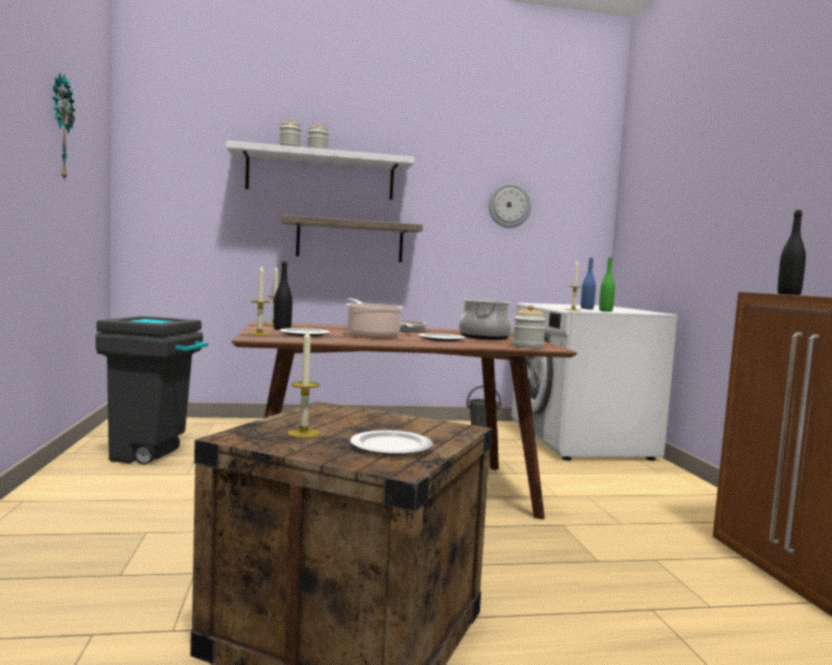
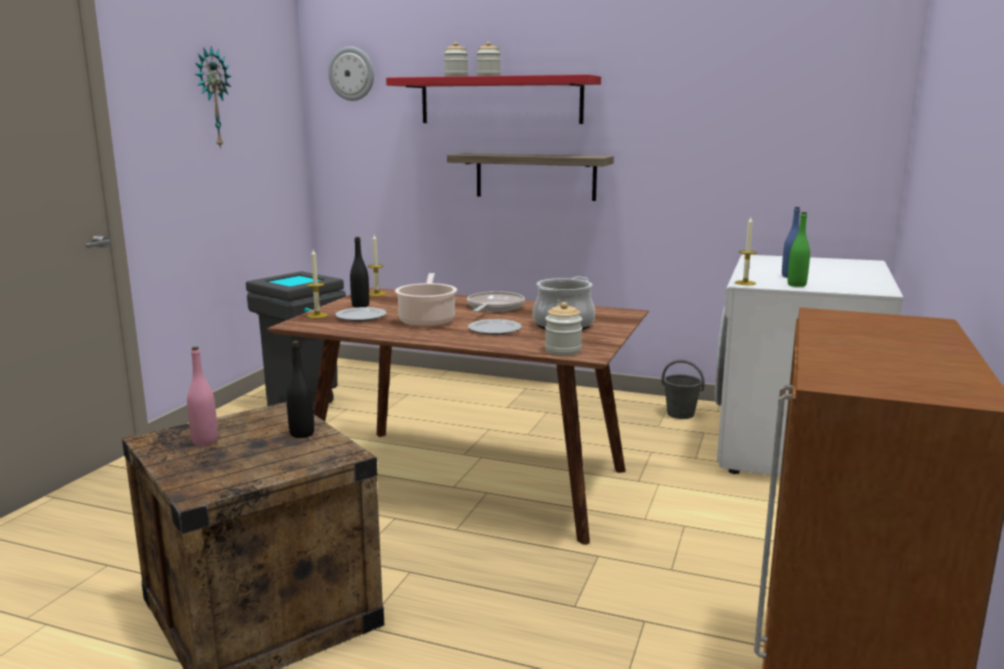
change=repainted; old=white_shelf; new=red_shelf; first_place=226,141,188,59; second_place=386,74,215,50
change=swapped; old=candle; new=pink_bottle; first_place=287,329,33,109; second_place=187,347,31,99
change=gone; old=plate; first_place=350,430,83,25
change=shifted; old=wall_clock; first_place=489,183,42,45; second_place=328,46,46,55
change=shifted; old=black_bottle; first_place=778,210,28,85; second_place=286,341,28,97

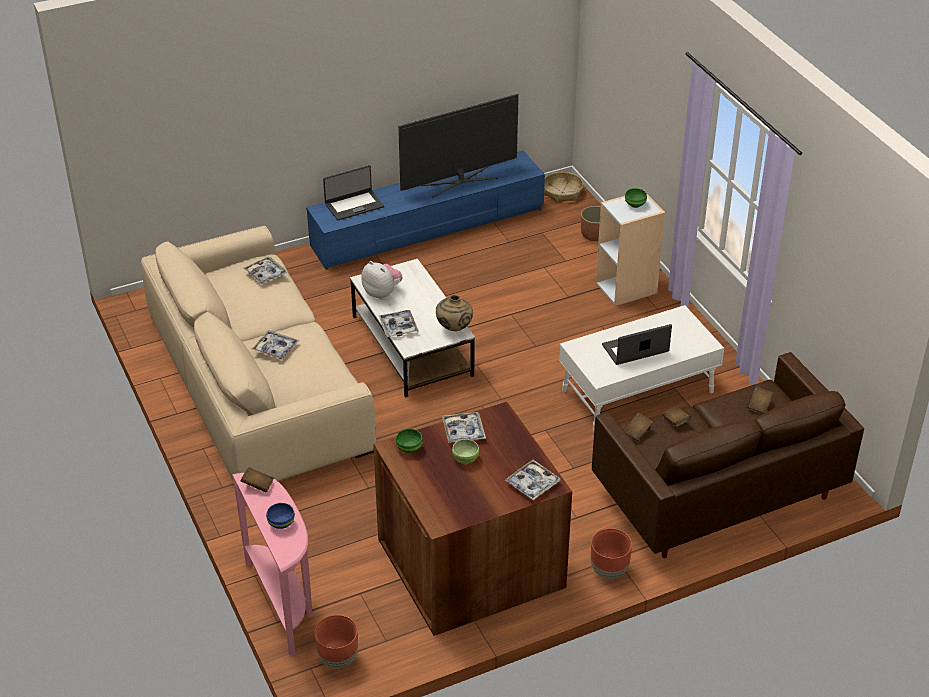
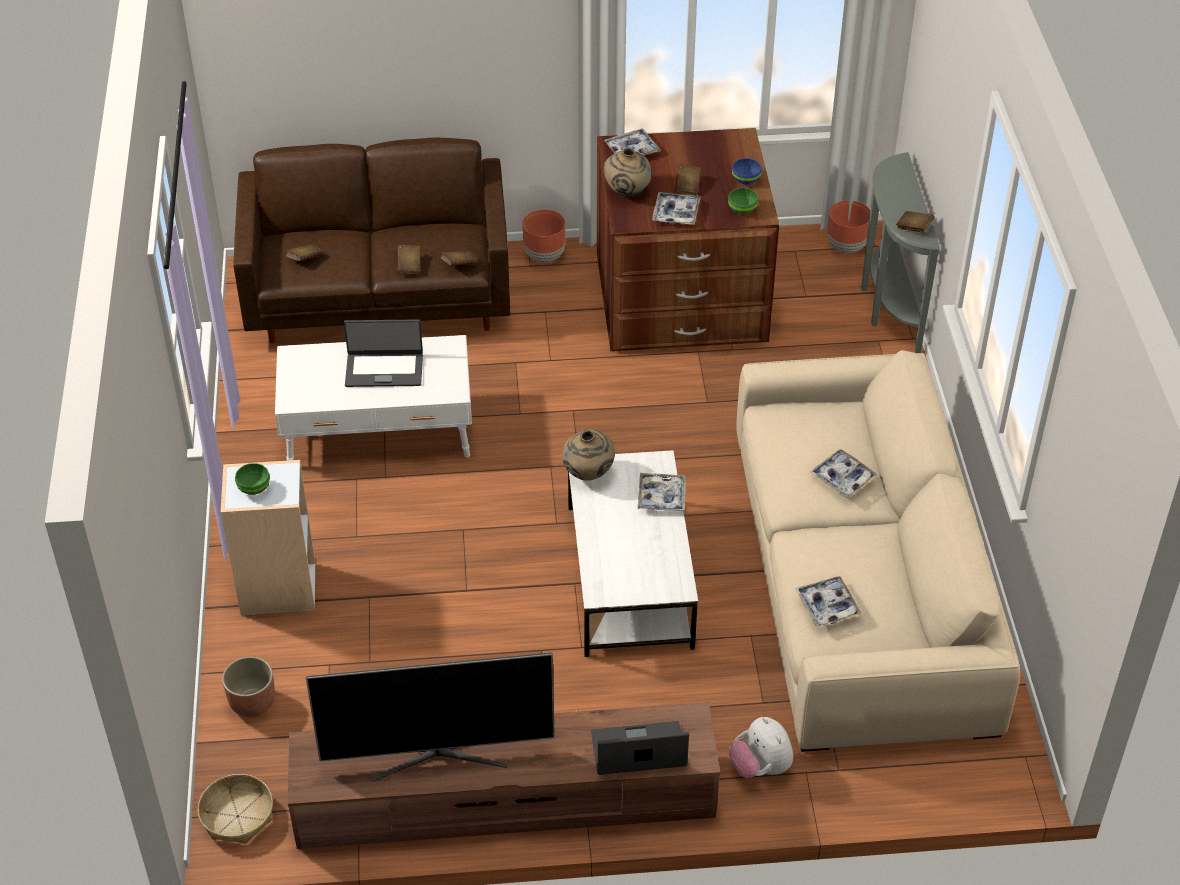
change=repainted; old=pink_console_table; new=grey_console_table; first_place=232,473,81,183; second_place=861,152,79,201
change=shifted; old=blue_bowl; first_place=266,503,29,26; second_place=732,158,30,27
change=repainted; old=blue_tv_stand; new=brown_tv_stand; first_place=306,150,239,120; second_place=288,703,432,146
change=shifted; old=plush_toy; first_place=361,261,41,39; second_place=729,717,64,61
change=swapped; old=green_bowl; new=brown_book; first_place=452,439,27,25; second_place=675,164,26,31
change=new; new=beige_vase; second_place=604,148,48,48

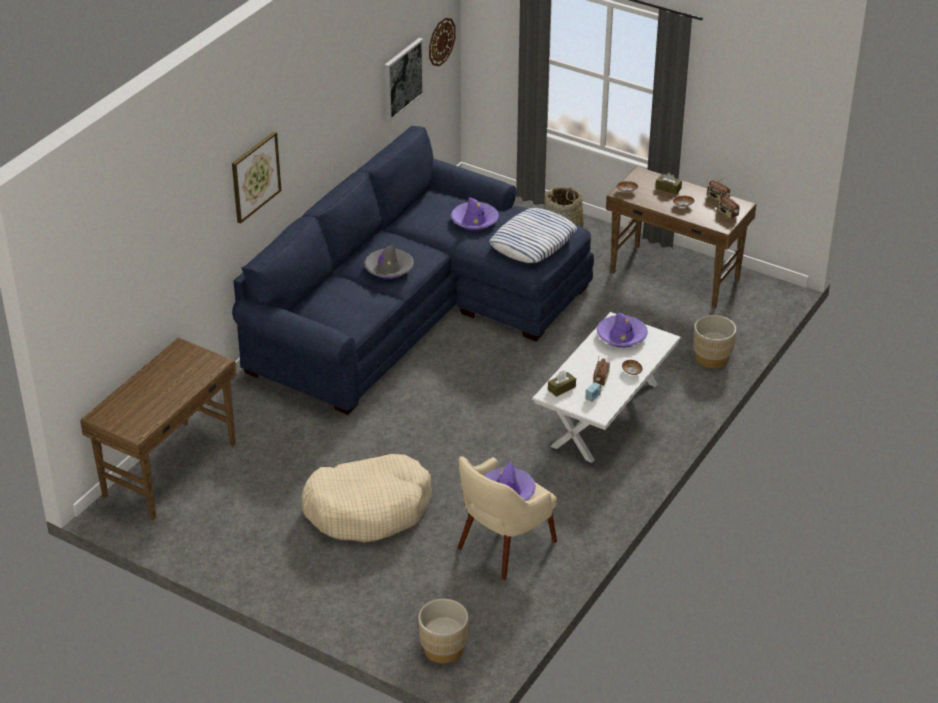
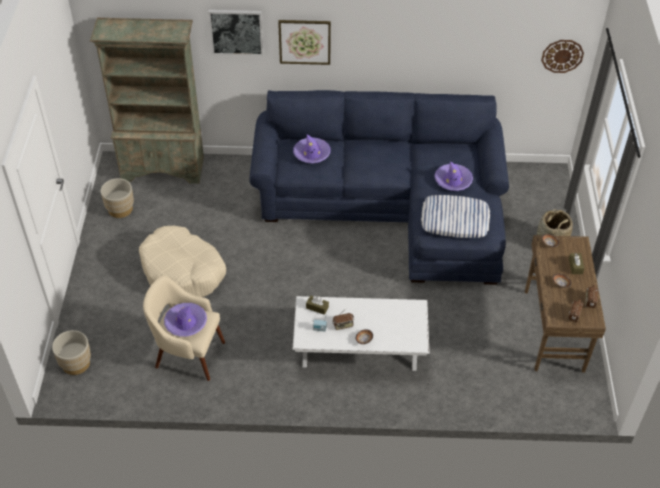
change=swapped; old=brown_console_table; new=green_bookcase; first_place=80,338,157,182; second_place=90,18,114,166
change=gone; old=grey_hat; first_place=364,245,50,34
change=shifted; old=picture; first_place=385,38,39,83; second_place=208,10,56,46
change=shifted; old=purple_hat; first_place=597,312,51,36; second_place=293,134,38,29
change=shifted; old=beige_planter; first_place=693,315,43,53; second_place=101,178,33,40

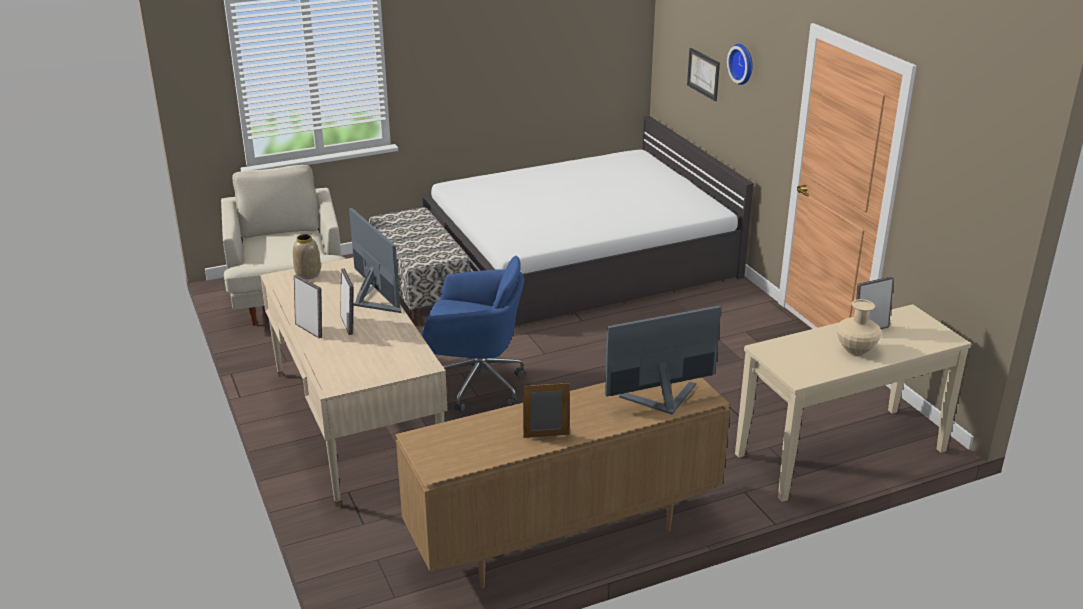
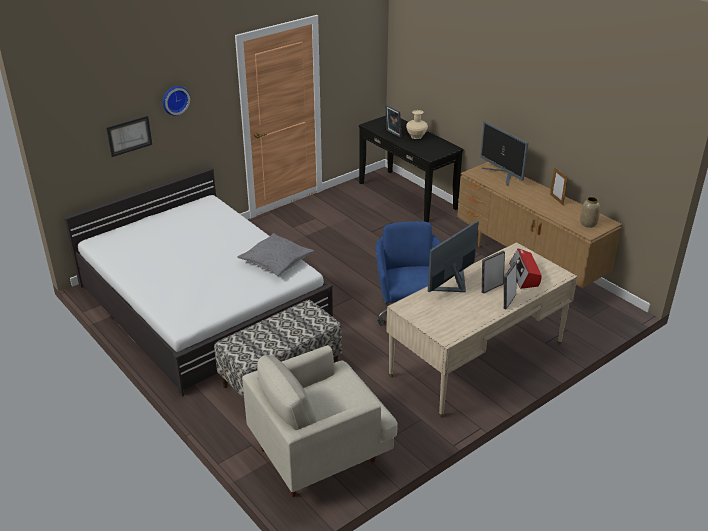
change=shifted; old=vase; first_place=293,234,28,45; second_place=580,197,20,31
change=repainted; old=beige_console_table; new=black_console_table; first_place=735,304,236,198; second_place=359,116,104,106
change=new; new=grey_pillow; second_place=237,233,77,43
change=new; new=radio; second_place=509,249,33,40

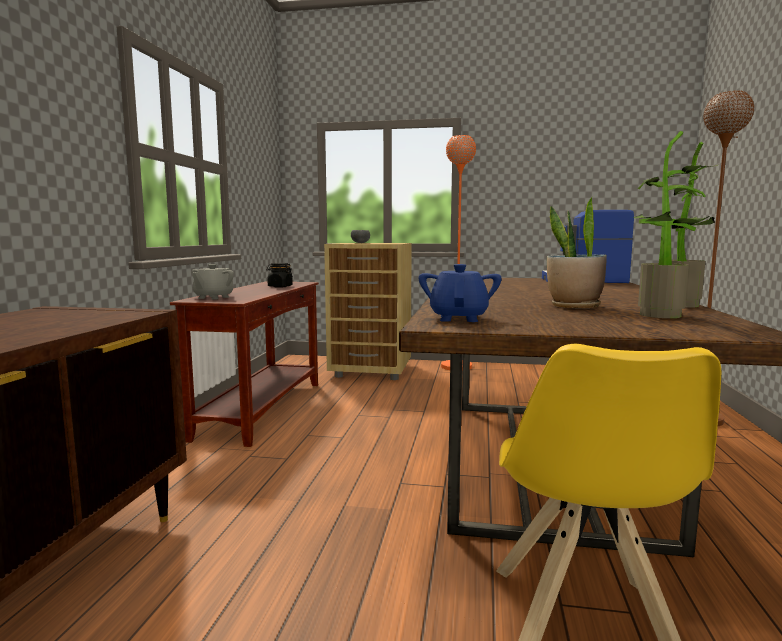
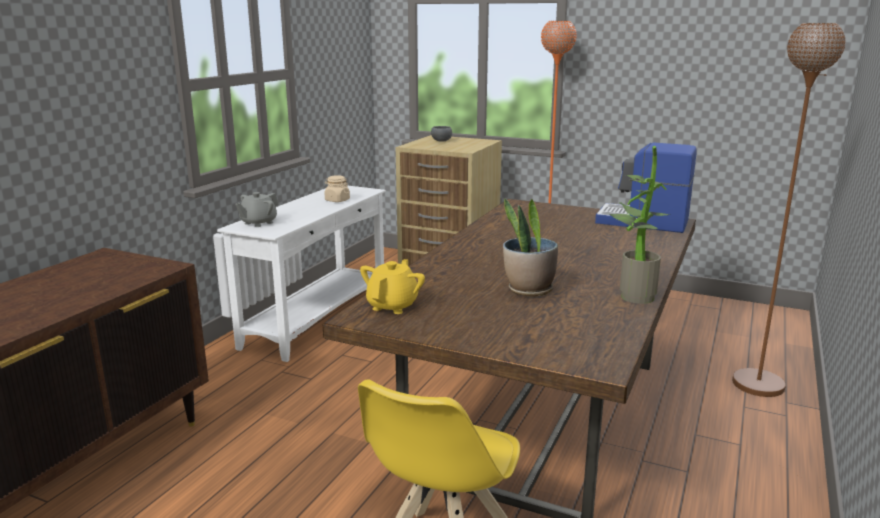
change=repainted; old=brown_console_table; new=white_console_table; first_place=170,281,149,166; second_place=217,186,169,176
change=repainted; old=black_jar; new=beige_jar; first_place=267,263,26,25; second_place=324,175,26,27
change=repainted; old=blue_teapot; new=yellow_teapot; first_place=419,264,83,58; second_place=360,259,65,55
change=gone; old=potted_plant; first_place=634,131,85,187

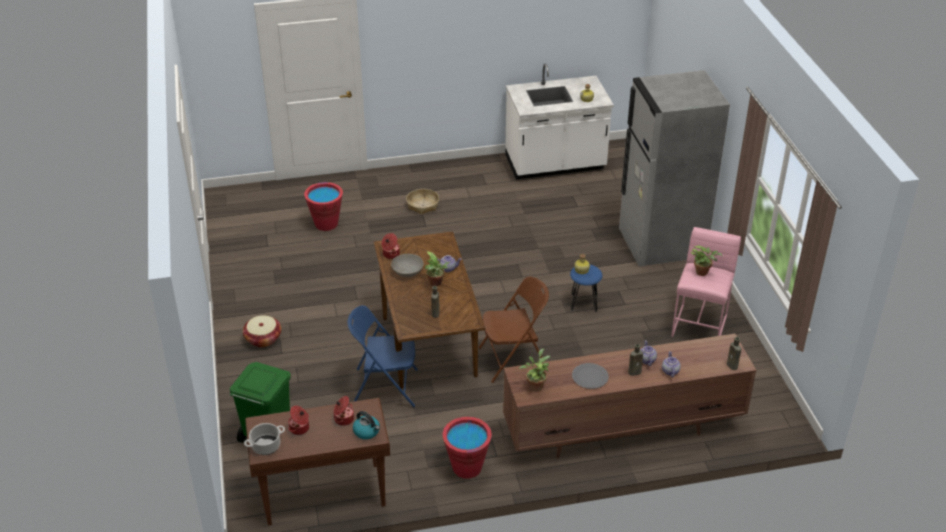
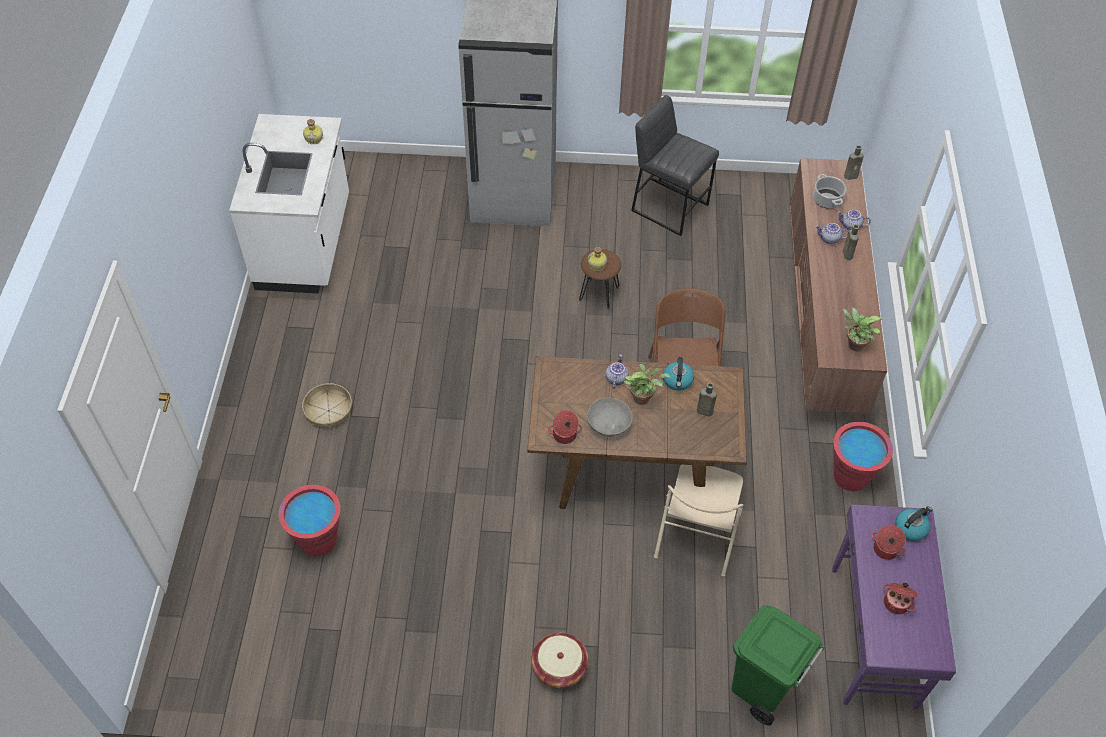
change=shifted; old=cooking_pot; first_place=244,423,41,32; second_place=813,174,34,35
change=repainted; old=brown_console_table; new=purple_console_table; first_place=245,398,145,128; second_place=832,504,124,205
change=repainted; old=blue_chair; new=beige_chair; first_place=347,305,71,102; second_place=654,465,90,112
change=repainted; old=blue_stool; new=brown_stool; first_place=570,264,33,48; second_place=579,249,42,61
change=gone; old=grey_plate; first_place=572,363,37,26
change=repainted; old=pink_stool; new=grey_stool; first_place=671,227,70,110; second_place=631,95,88,141
change=gone; old=potted_plant; first_place=691,245,31,31
change=new; new=kettle; second_place=663,357,31,34

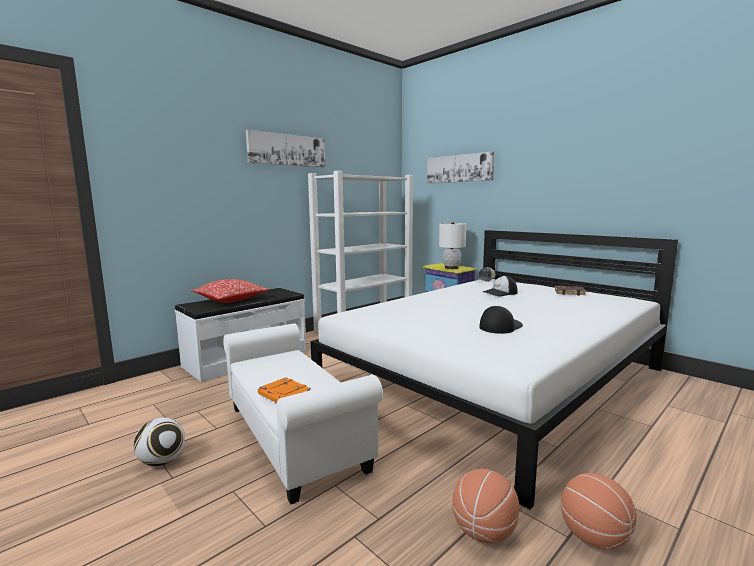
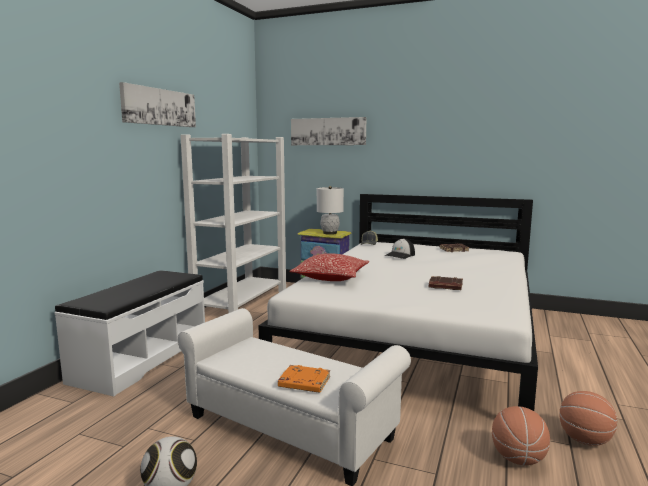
change=shifted; old=pillow; first_place=191,279,78,24; second_place=289,253,80,28
change=swapped; old=cap; new=brown_book; first_place=479,306,44,28; second_place=429,276,34,14

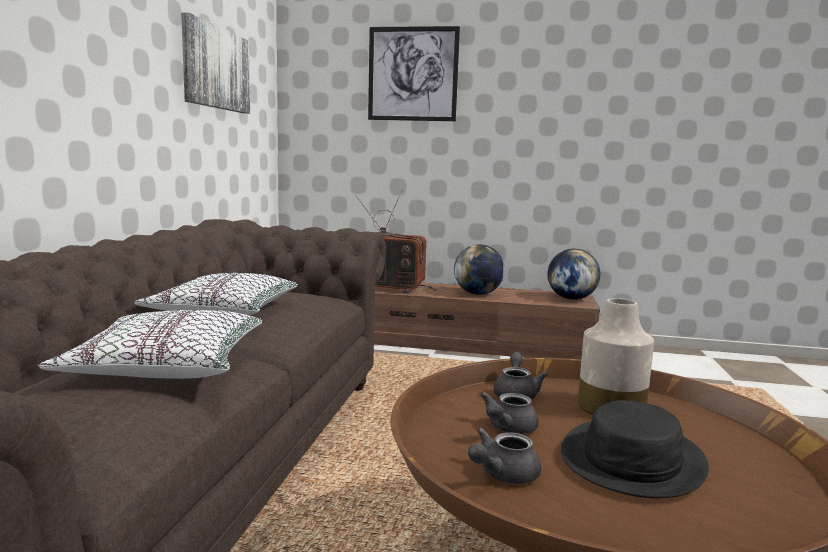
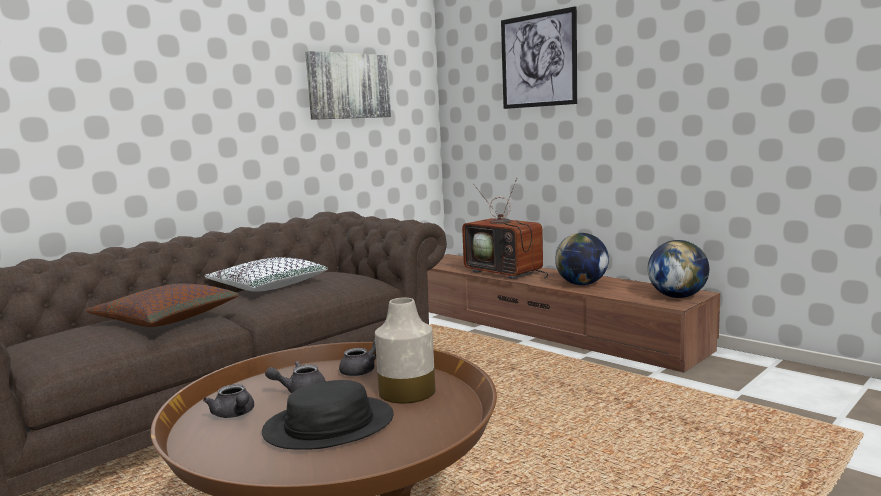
change=repainted; old=white_pillow; new=brown_pillow; first_place=38,310,224,69; second_place=85,283,154,44
change=rotated; old=grey_teapot; first_place=468,428,73,56; second_place=203,384,51,34; degrees=-120

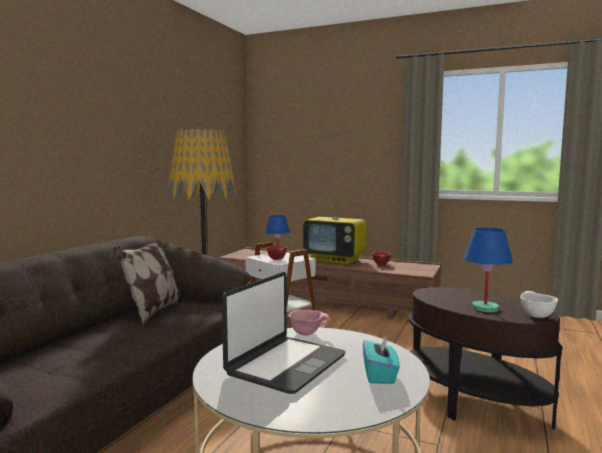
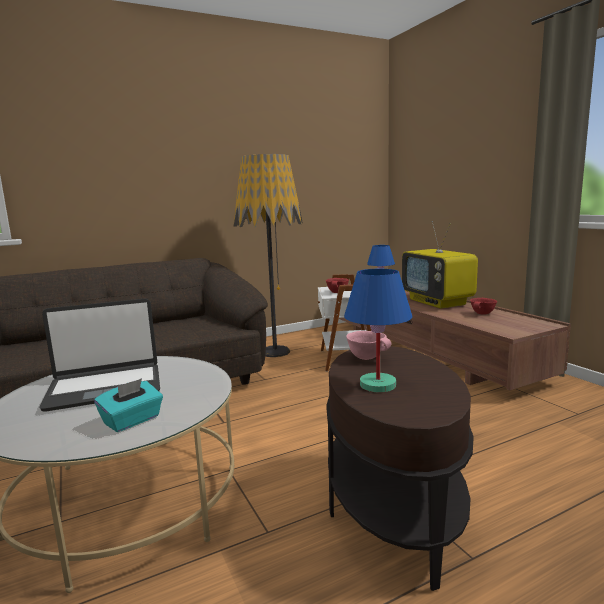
change=gone; old=pillow; first_place=113,238,69,86
change=shifted; old=pink_bowl; first_place=288,310,42,26; second_place=346,331,45,29
change=gone; old=white_bowl; first_place=520,291,38,27

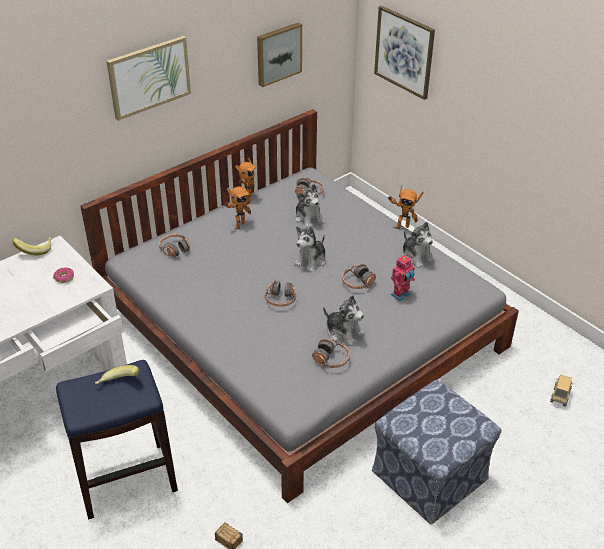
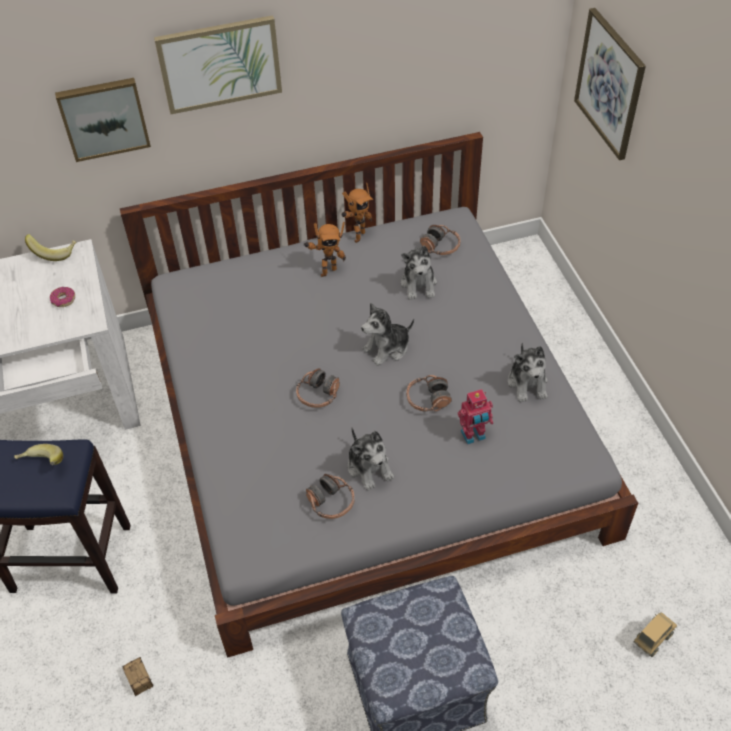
change=gone; old=headphones; first_place=159,234,31,24
change=shifted; old=picture; first_place=257,23,45,64; second_place=55,78,96,84
change=gone; old=toy_robot; first_place=388,185,35,44

